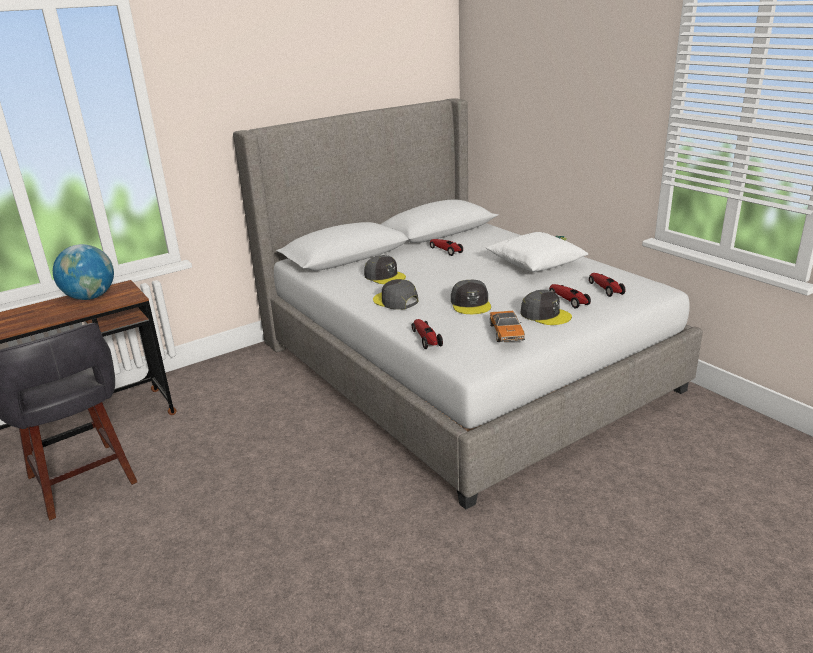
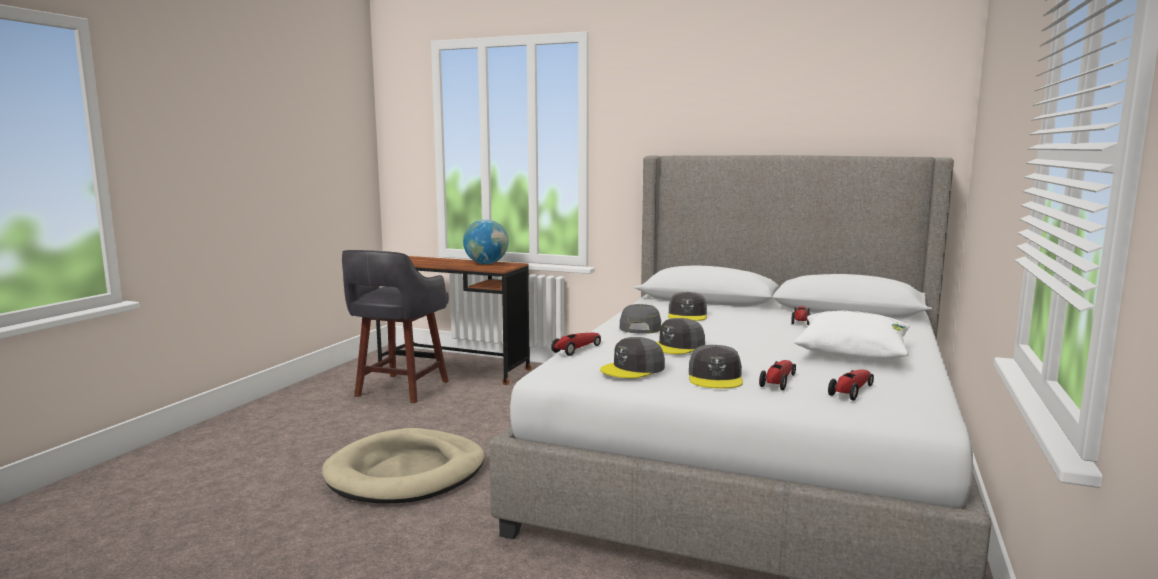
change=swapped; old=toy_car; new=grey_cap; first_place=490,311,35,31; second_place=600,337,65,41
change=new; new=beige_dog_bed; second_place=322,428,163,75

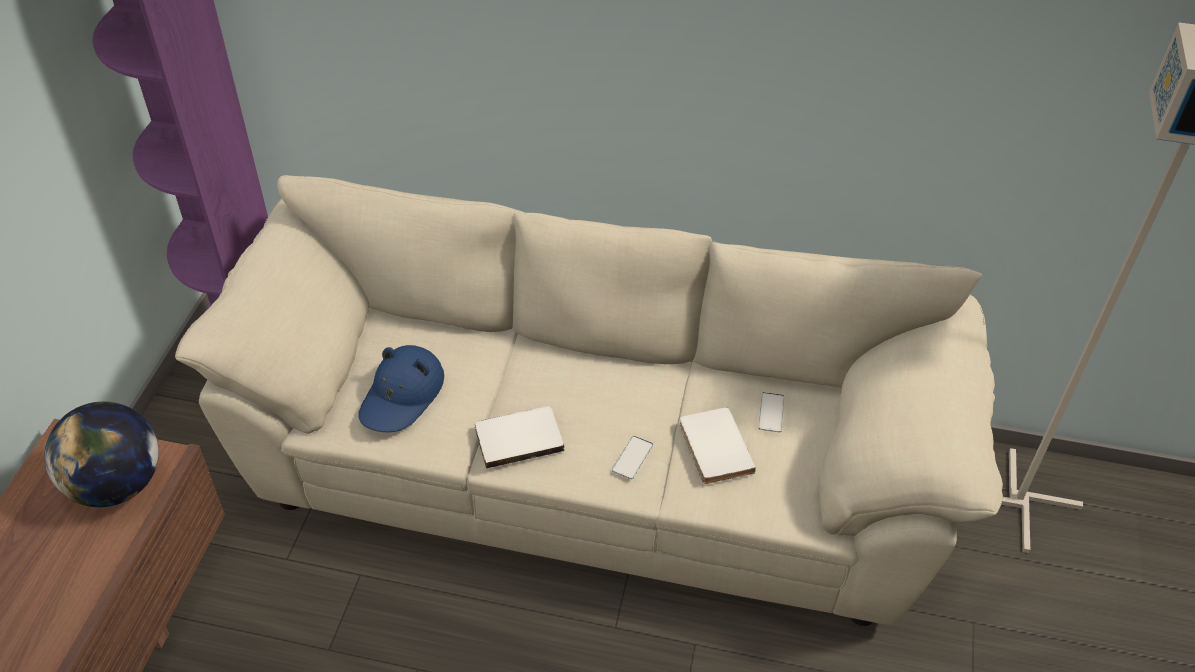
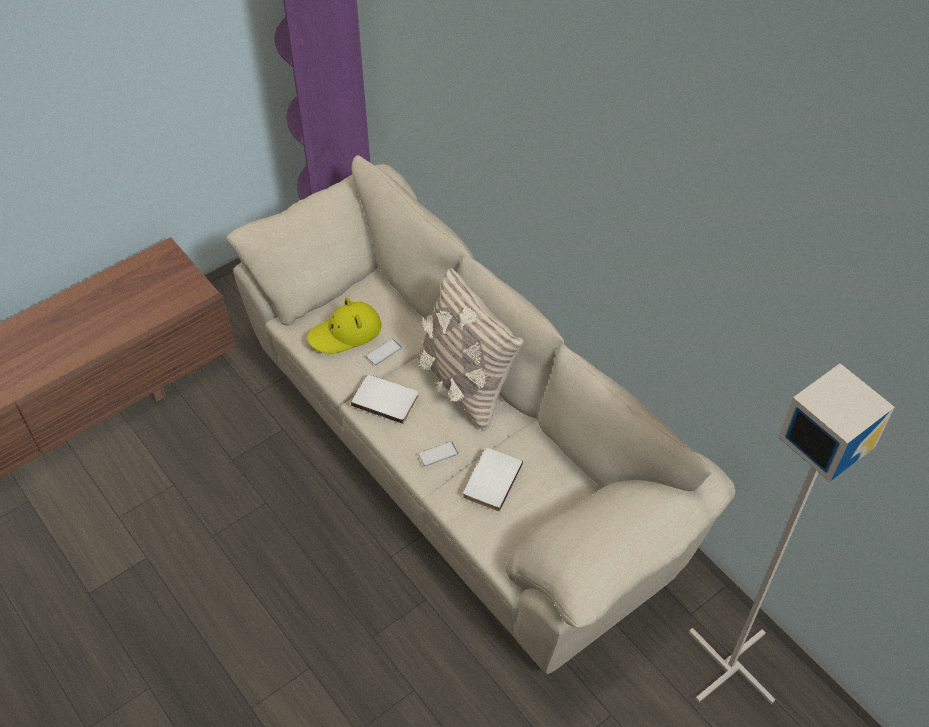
change=gone; old=globe; first_place=45,401,114,106
change=repainted; old=blue_hat; new=yellow_hat; first_place=358,345,86,87; second_place=307,298,75,56
change=shifted; old=phone; first_place=759,392,25,40; second_place=366,339,36,26
change=new; new=beige_pillow; second_place=417,268,107,162

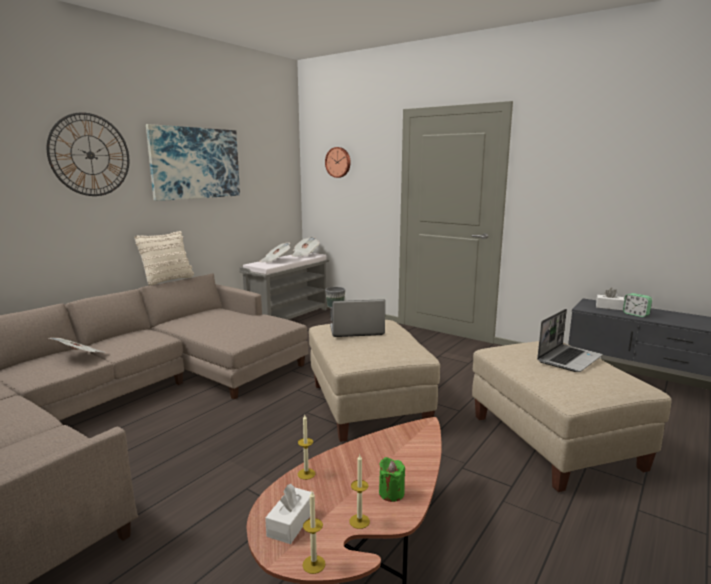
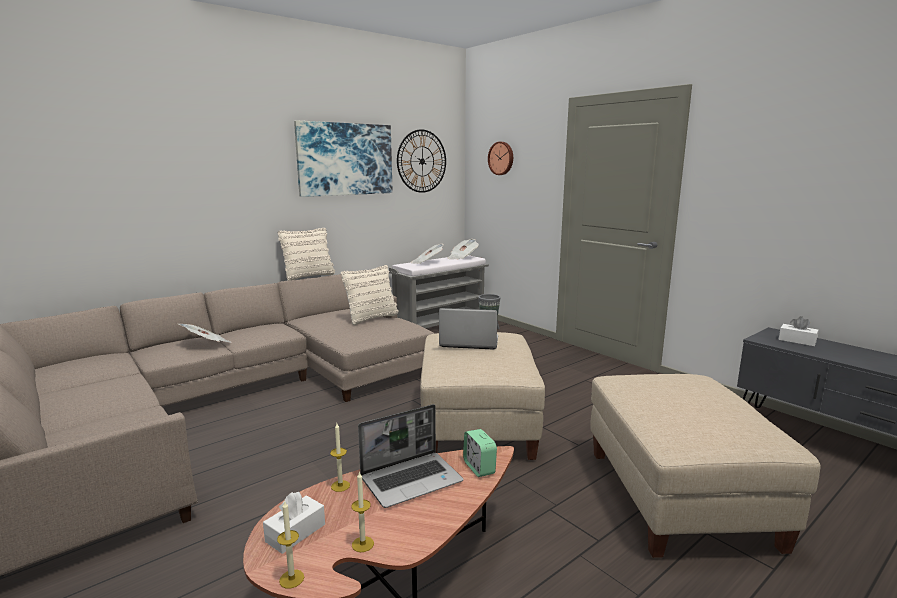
change=shifted; old=wall_clock; first_place=47,112,82,84; second_place=397,129,49,64
change=gone; old=green_candle; first_place=379,457,26,45
change=shifted; old=laptop; first_place=537,309,66,63; second_place=358,404,105,104
change=shifted; old=alarm_clock; first_place=623,293,29,24; second_place=463,429,34,48
change=new; new=beige_pillow; second_place=341,265,58,60

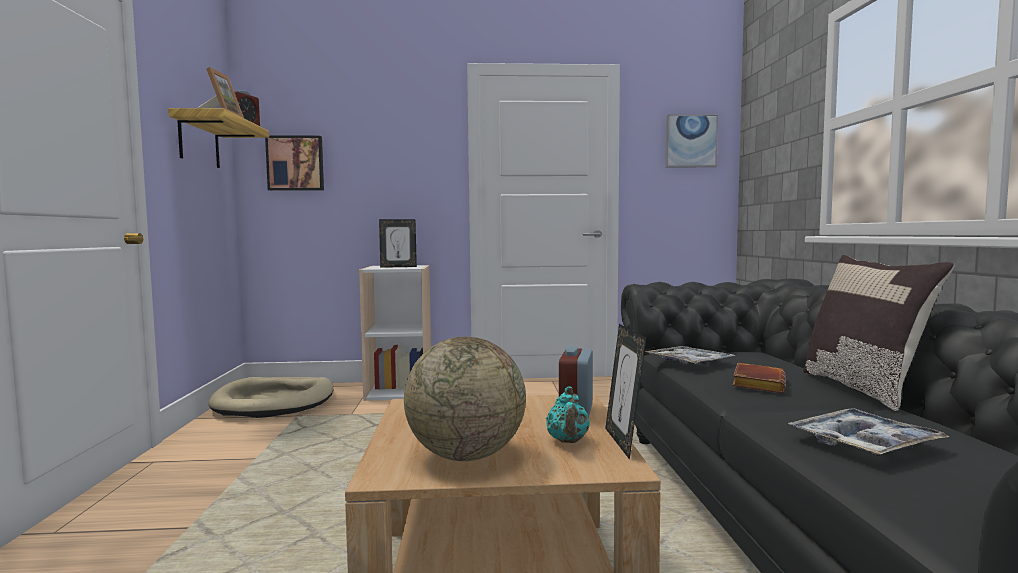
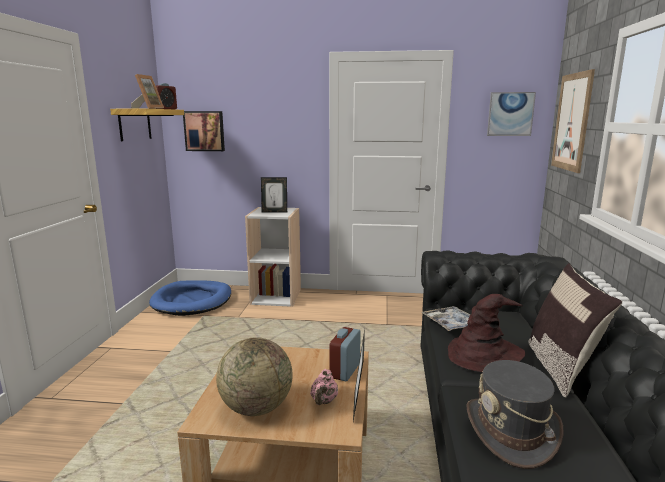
change=repainted; old=beige_dog_bed; new=blue_dog_bed; first_place=208,377,125,41; second_place=149,280,82,36
change=repainted; old=turquoise_teapot; new=pink_teapot; first_place=546,386,44,57; second_place=310,369,28,36
change=swapped; old=brown_book; new=brown_hat; first_place=732,363,54,30; second_place=448,294,77,78
change=swapped; old=tray; new=grey_hat; first_place=788,408,161,48; second_place=466,360,97,109
change=new; new=picture; second_place=551,69,44,104

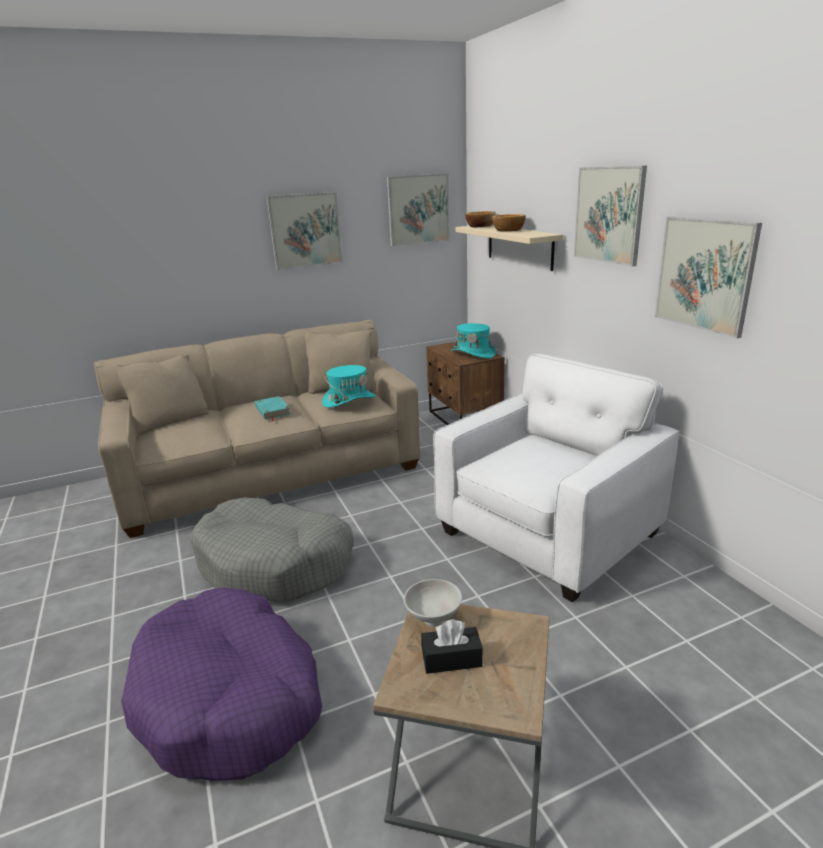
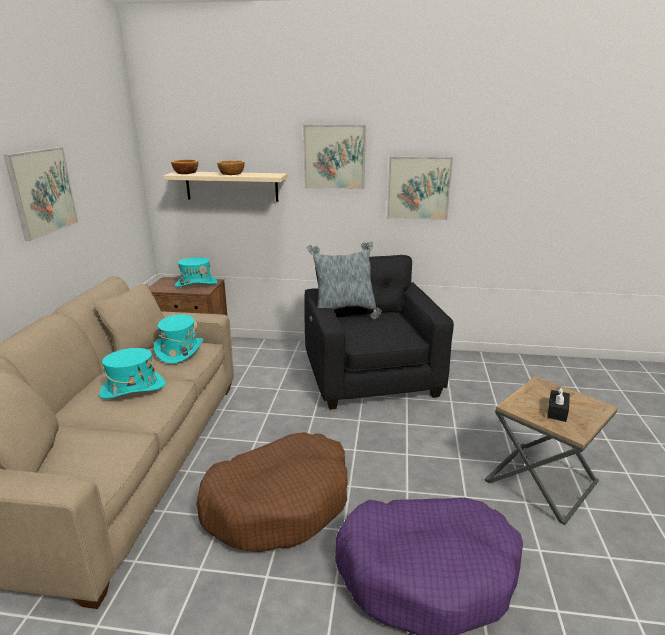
change=repainted; old=grey_dog_bed; new=brown_dog_bed; first_place=190,497,164,105; second_place=196,432,152,120
change=swapped; old=turquoise_book; new=turquoise_hat; first_place=255,396,36,25; second_place=99,348,66,51
change=gone; old=picture; first_place=387,174,63,72
change=gone; old=white_bowl; first_place=404,579,58,47
change=repainted; old=white_armchair; new=black_armchair; first_place=433,354,246,248; second_place=304,255,150,155
change=new; new=pillow; second_place=306,242,76,79

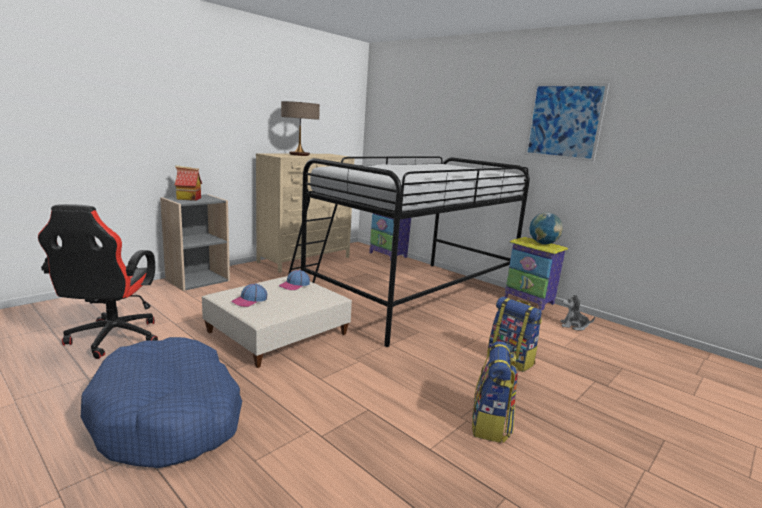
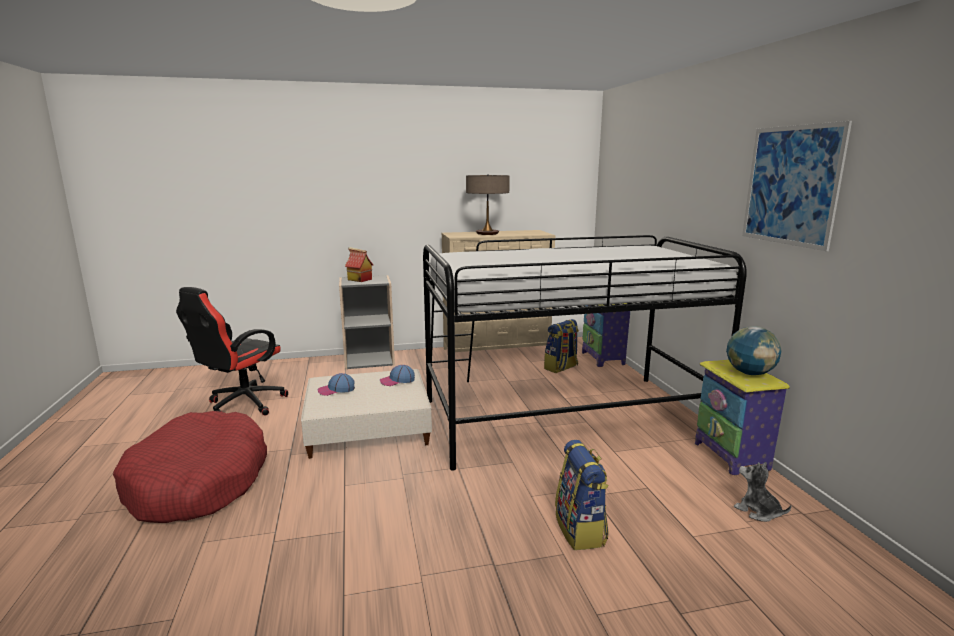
change=repainted; old=blue_dog_bed; new=red_dog_bed; first_place=81,337,161,131; second_place=113,411,154,112
change=shifted; old=backpack; first_place=472,341,46,102; second_place=544,319,35,54

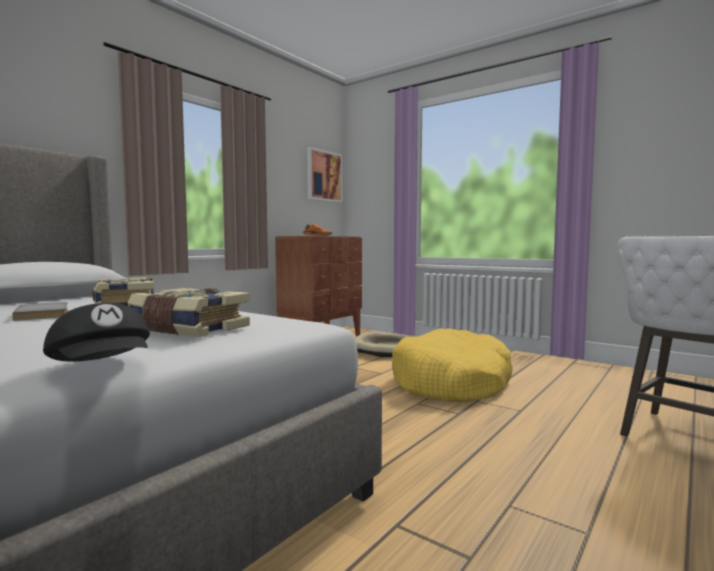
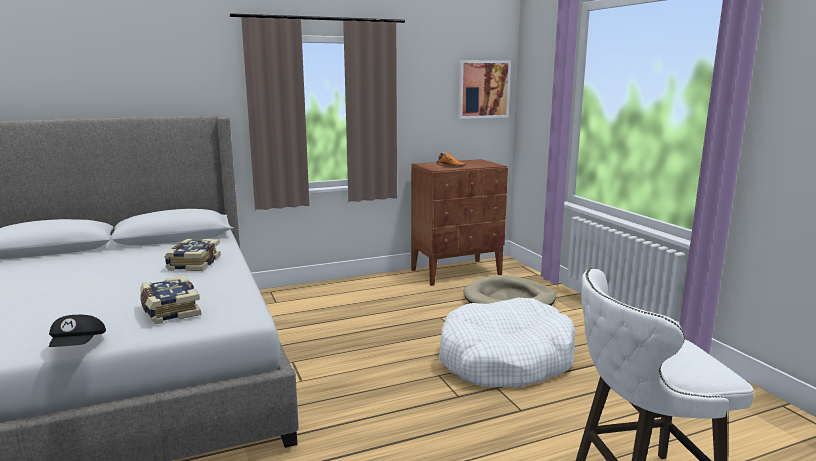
change=gone; old=grey_book; first_place=12,302,56,19
change=repainted; old=yellow_dog_bed; new=white_dog_bed; first_place=392,328,121,74; second_place=439,298,137,90

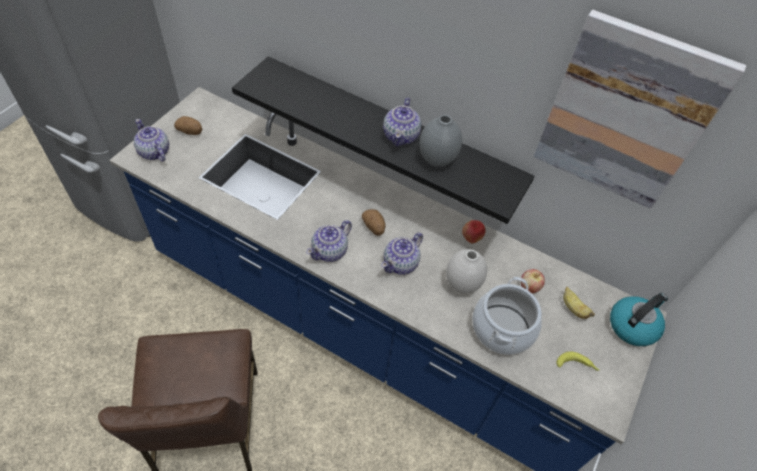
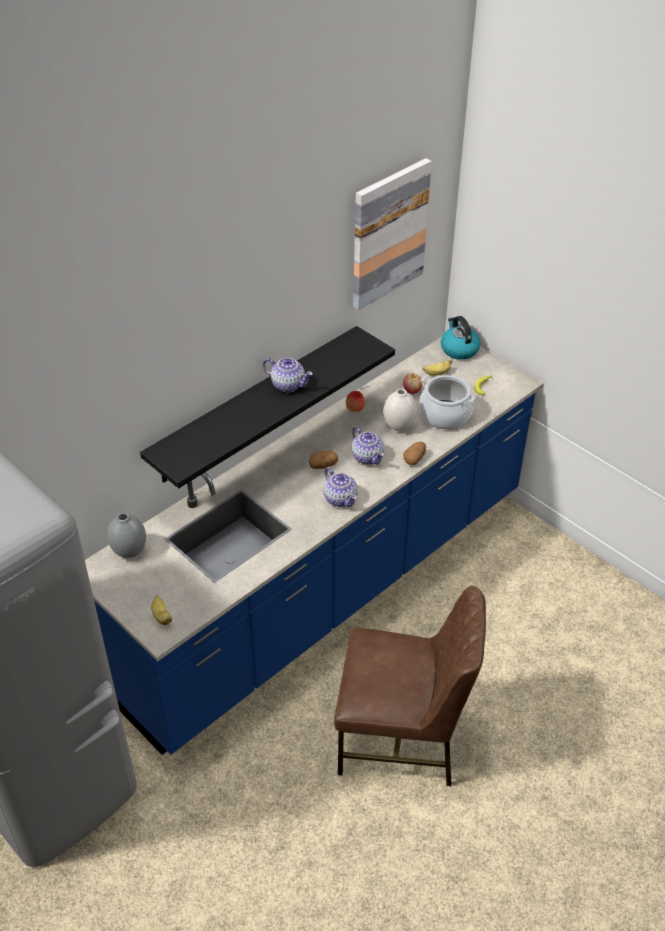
change=swapped; old=teapot; new=banana; first_place=134,119,35,42; second_place=151,595,21,30
change=shifted; old=potato; first_place=174,116,28,19; second_place=403,441,23,24
change=shifted; old=grey_vase; first_place=420,115,42,52; second_place=107,513,39,45

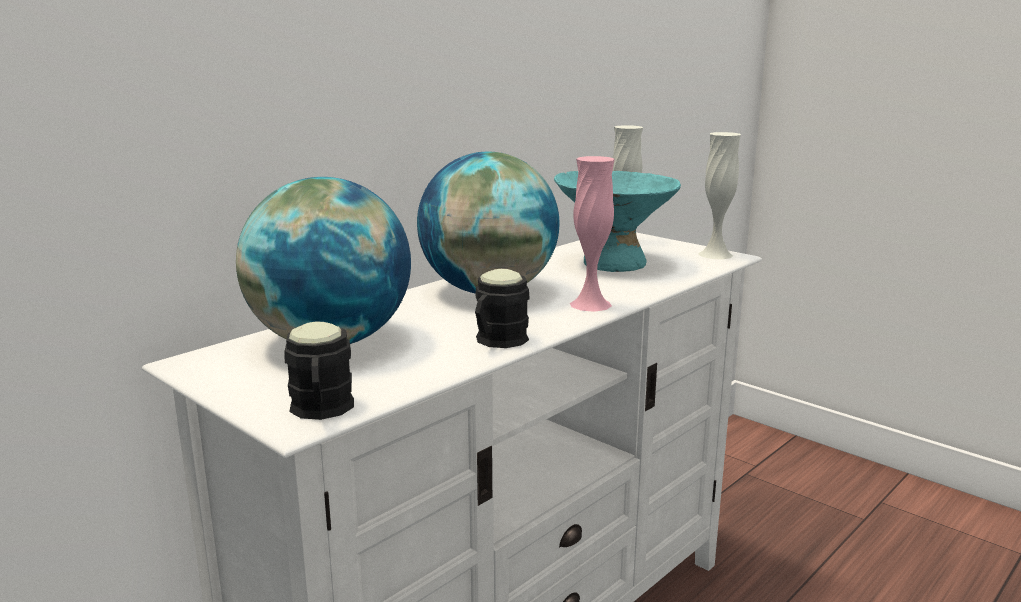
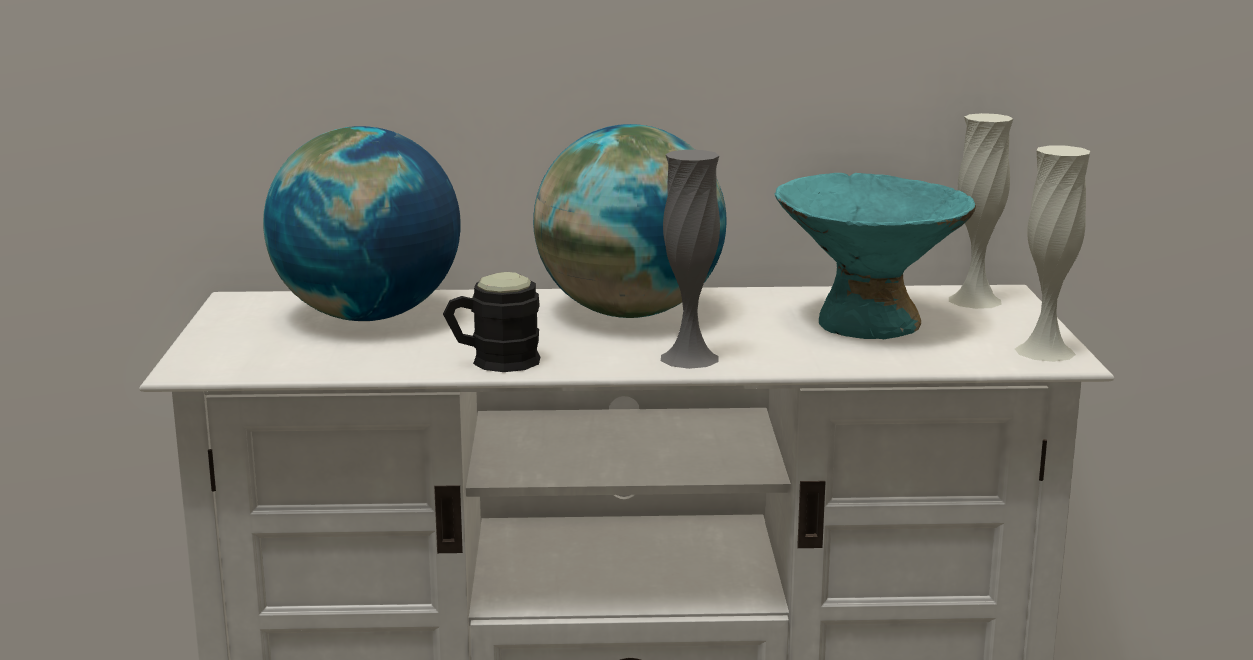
change=gone; old=black_mug; first_place=284,321,70,99
change=repainted; old=pink_vase; new=grey_vase; first_place=570,156,45,156; second_place=661,150,59,219

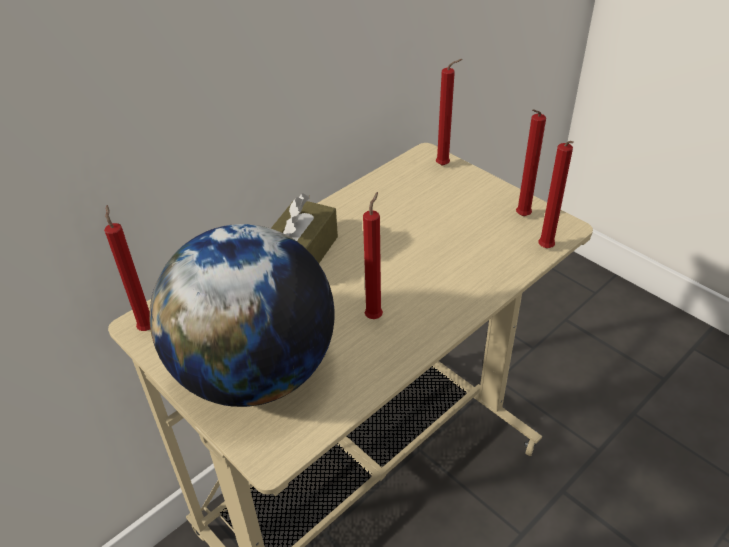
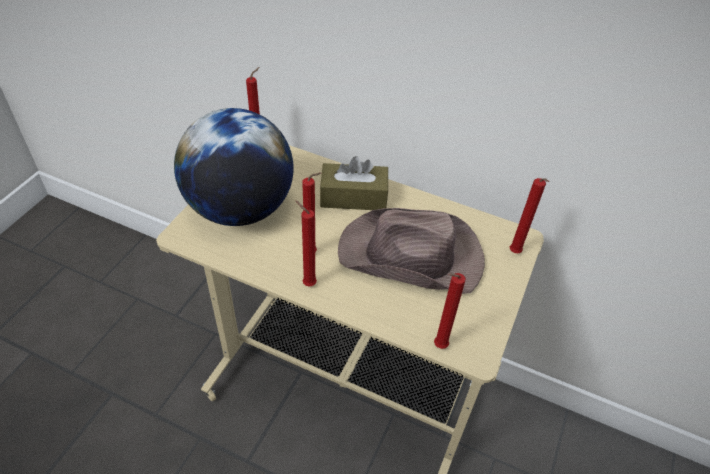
change=shifted; old=red_candle; first_place=516,109,30,107; second_place=295,200,22,87
change=new; new=brown_hat; second_place=338,208,147,86

